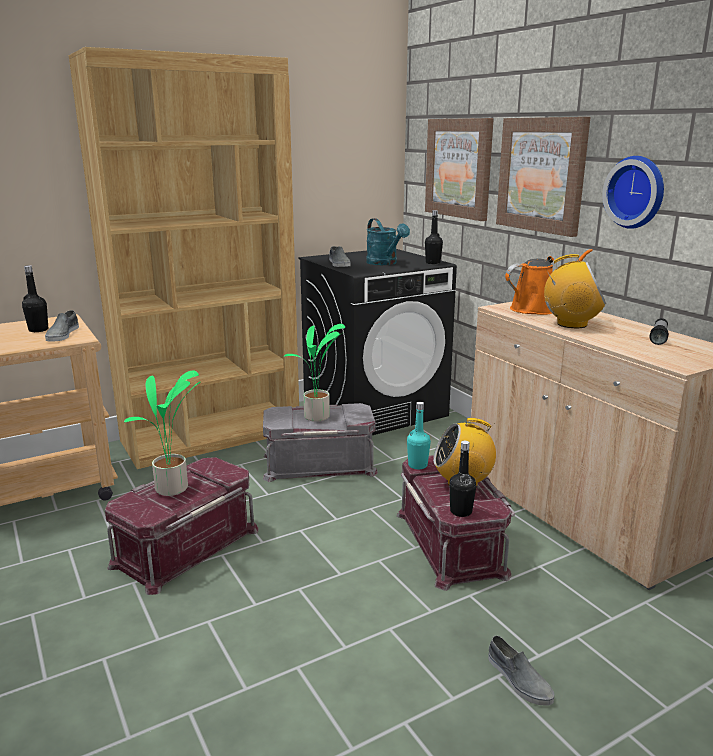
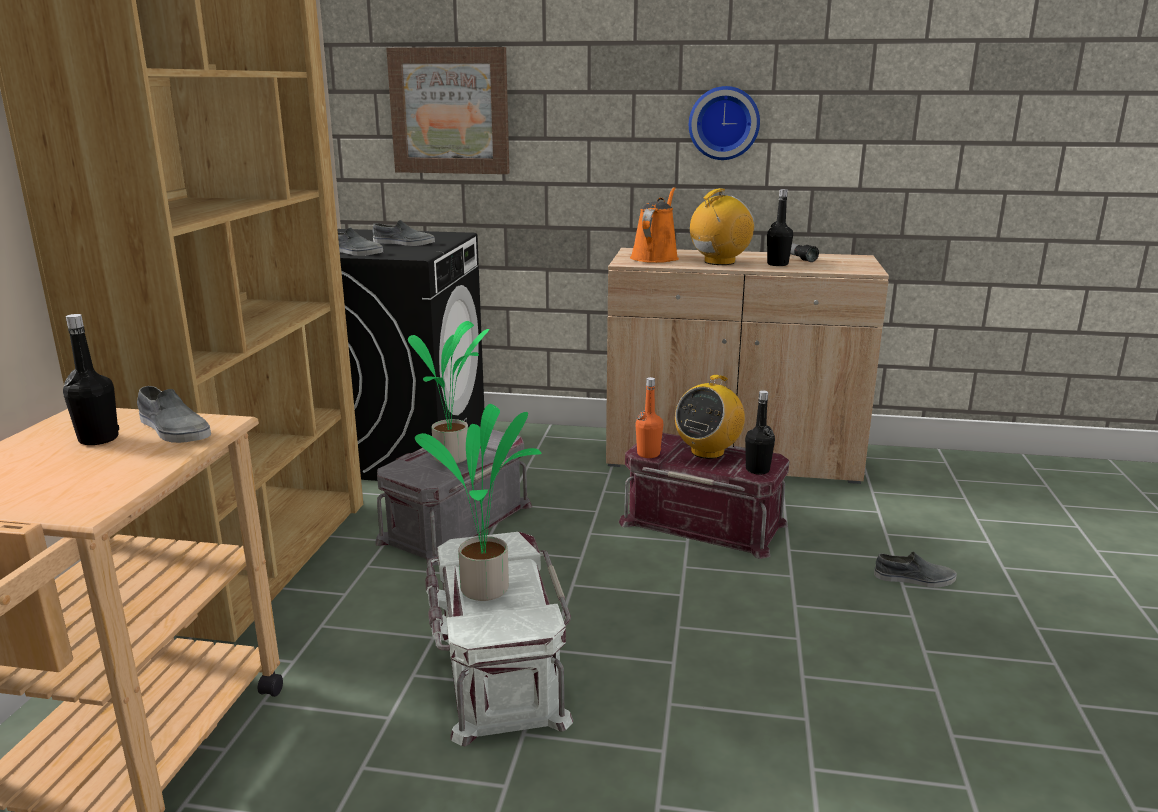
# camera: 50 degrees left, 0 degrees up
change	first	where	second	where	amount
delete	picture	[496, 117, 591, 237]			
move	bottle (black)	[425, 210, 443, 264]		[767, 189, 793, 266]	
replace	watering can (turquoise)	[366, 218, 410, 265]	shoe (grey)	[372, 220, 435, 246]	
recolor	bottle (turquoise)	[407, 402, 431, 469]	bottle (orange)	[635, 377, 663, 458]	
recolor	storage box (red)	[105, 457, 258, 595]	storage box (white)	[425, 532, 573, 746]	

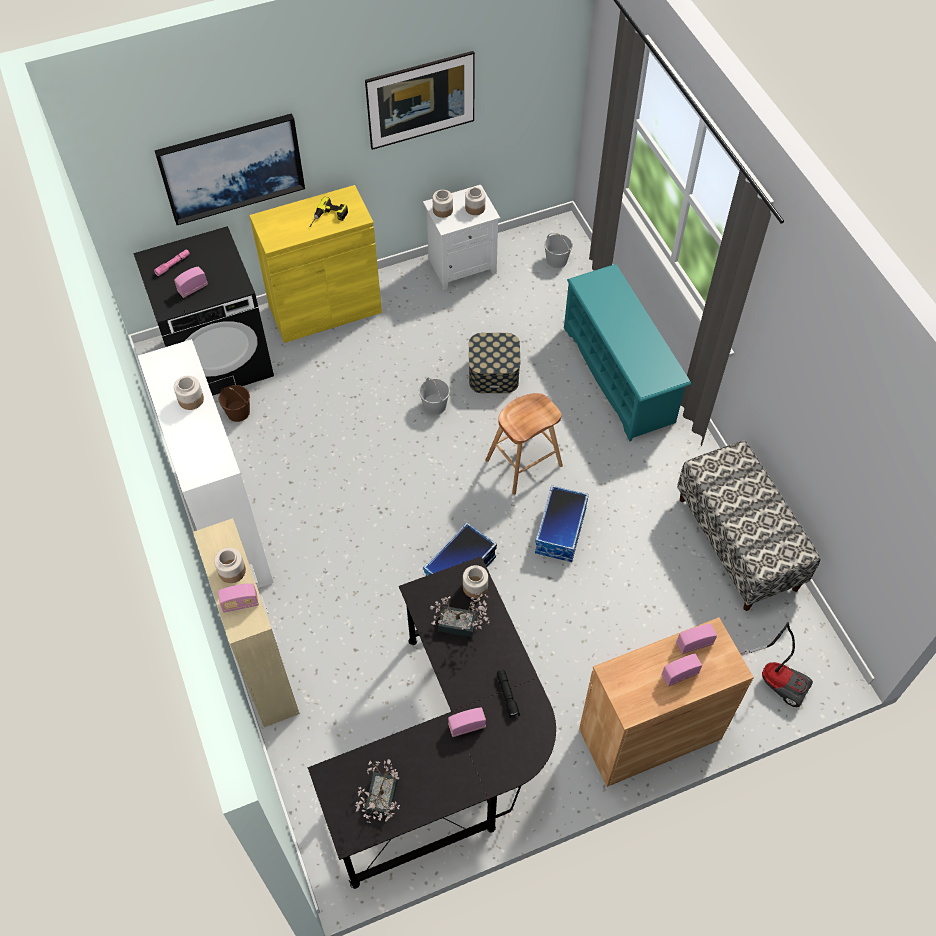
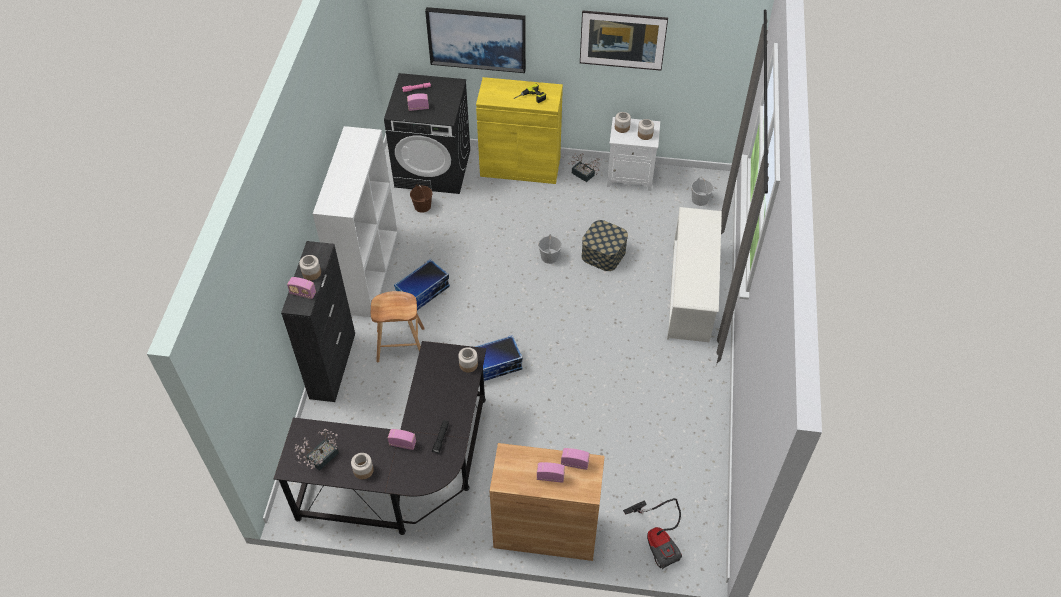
# camera: 30 degrees right, 5 degrees down
change	first	where	second	where	amount
recolor	shoe rack (turquoise)	[564, 264, 691, 441]	shoe rack (white)	[667, 207, 722, 342]	
move	jar	[174, 376, 204, 410]		[351, 453, 374, 479]	
move	stool (brown)	[485, 393, 563, 495]		[371, 291, 425, 363]	
delete	bench	[677, 441, 820, 611]			
move	storage box	[535, 485, 589, 562]		[394, 259, 450, 310]	
recolor	cabinet (beige)	[193, 518, 300, 727]	cabinet (black)	[281, 241, 355, 402]	
move	potted plant	[430, 593, 490, 637]		[568, 153, 602, 182]	

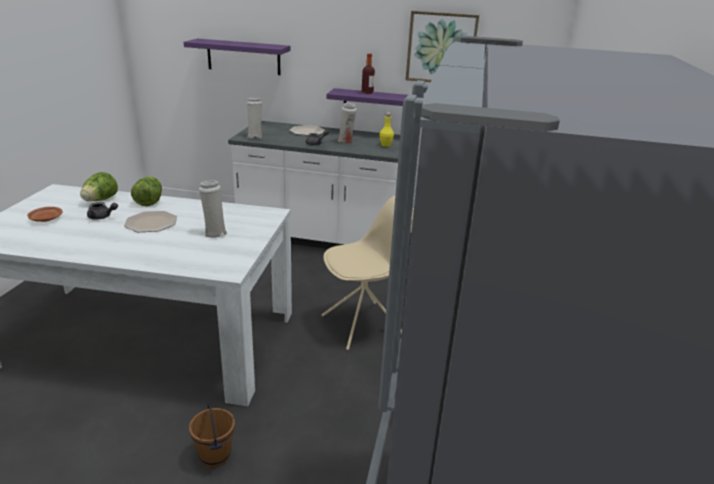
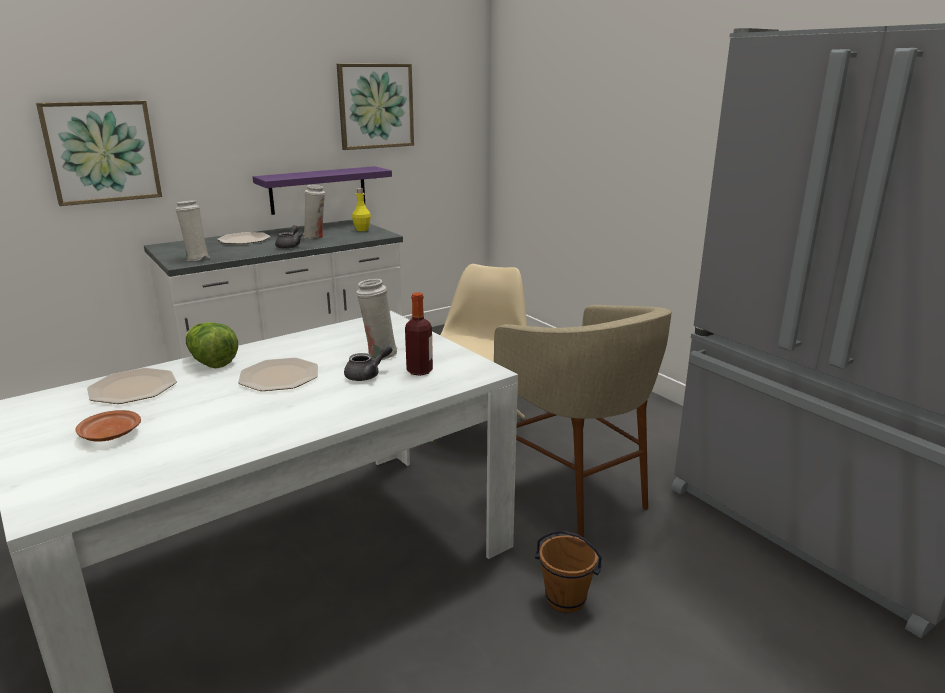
# camera: 45 degrees left, 5 degrees down
change	first	where	second	where	amount
replace	shelf (purple)	[184, 39, 290, 75]	picture	[36, 100, 162, 206]	
move	bottle	[362, 54, 375, 94]		[405, 292, 433, 376]	
replace	lettuce	[80, 172, 118, 201]	plate	[87, 368, 177, 404]	
move	teapot (grey)	[87, 202, 118, 220]		[344, 344, 392, 381]	
insert			stool (beige)	[494, 305, 672, 537]	

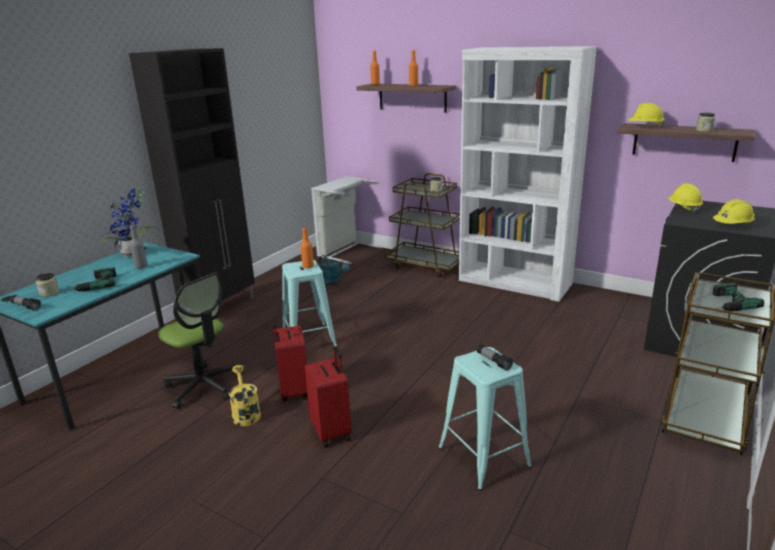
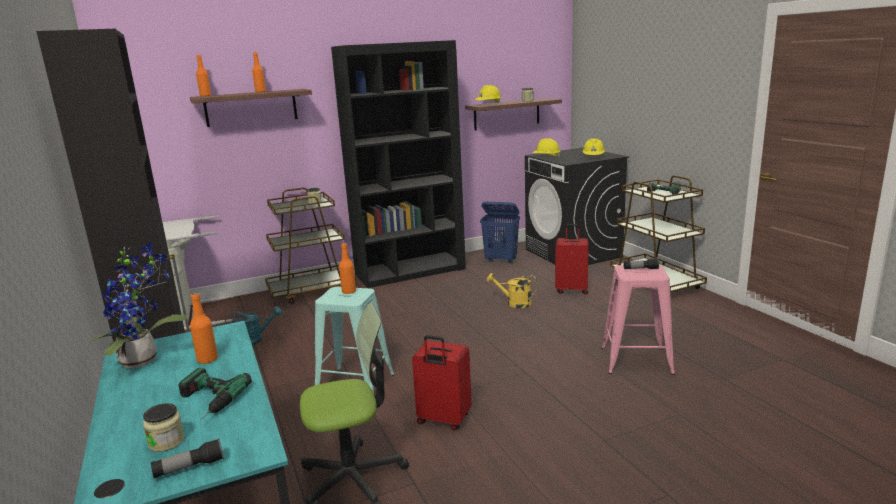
# camera: 55 degrees left, 5 degrees down
change	first	where	second	where	amount
recolor	bookcase (white)	[459, 46, 597, 302]	bookcase (black)	[331, 40, 466, 288]	
recolor	bottle (grey)	[130, 225, 148, 269]	bottle (orange)	[190, 293, 218, 364]	
move	suitcase (red)	[304, 346, 352, 448]		[555, 224, 589, 295]	
recolor	stool (turquoise)	[438, 347, 532, 491]	stool (pink)	[602, 265, 675, 375]	
move	watering can (yellow)	[229, 365, 261, 426]		[487, 273, 538, 308]	
insert			laundry basket (blue)	[480, 202, 520, 264]	

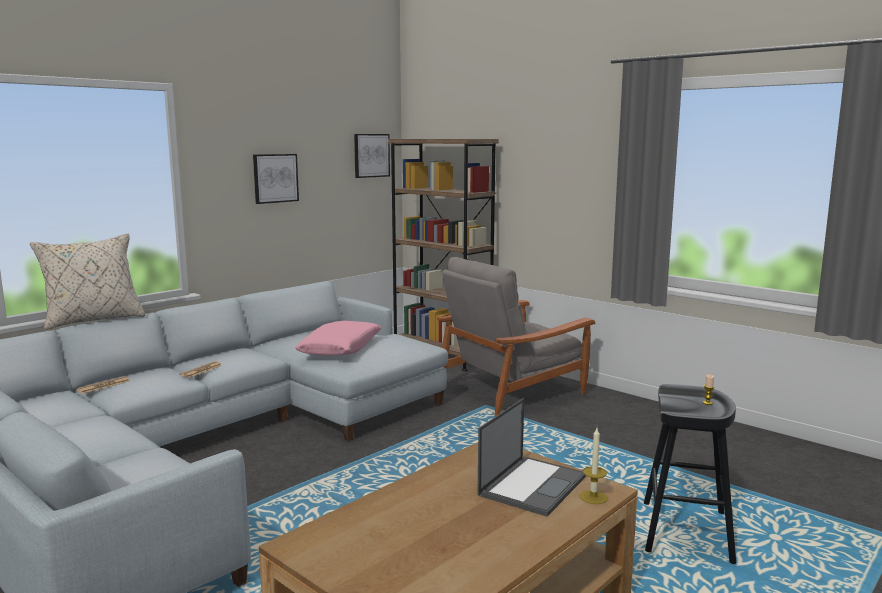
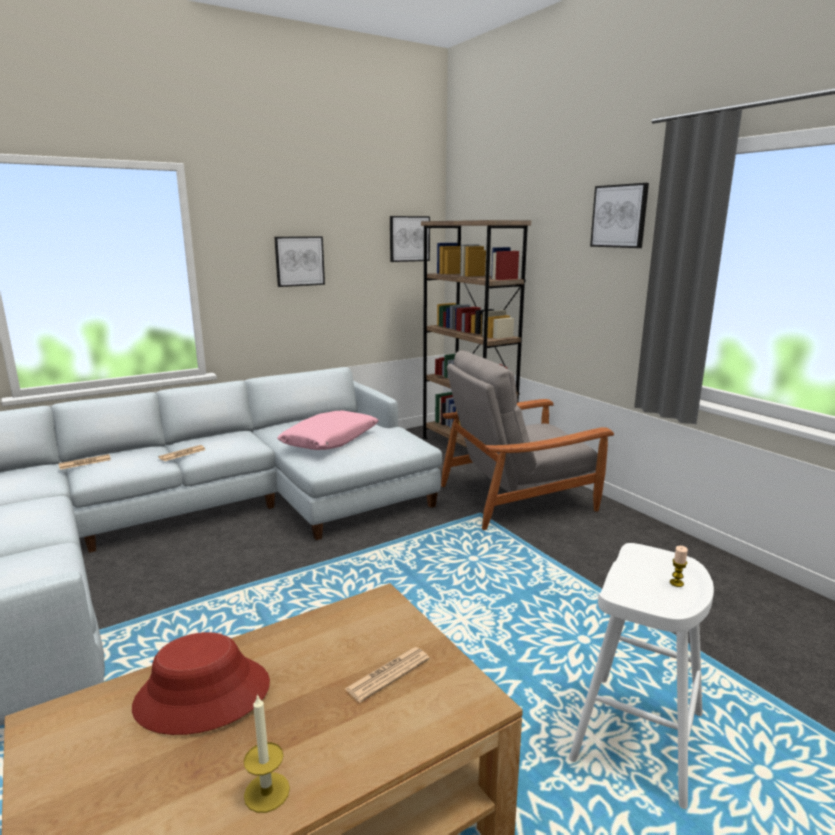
# camera: 15 degrees right, 5 degrees up
change	first	where	second	where	amount
delete	pillow (beige)	[30, 234, 146, 330]			
recolor	stool (black)	[644, 384, 736, 564]	stool (white)	[569, 543, 714, 809]	
replace	laptop	[478, 398, 586, 517]	newspaper	[345, 647, 430, 703]	
move	candle	[579, 428, 608, 504]		[244, 694, 290, 813]	
insert			picture	[590, 183, 649, 248]	
insert			hat (red)	[132, 632, 270, 735]	

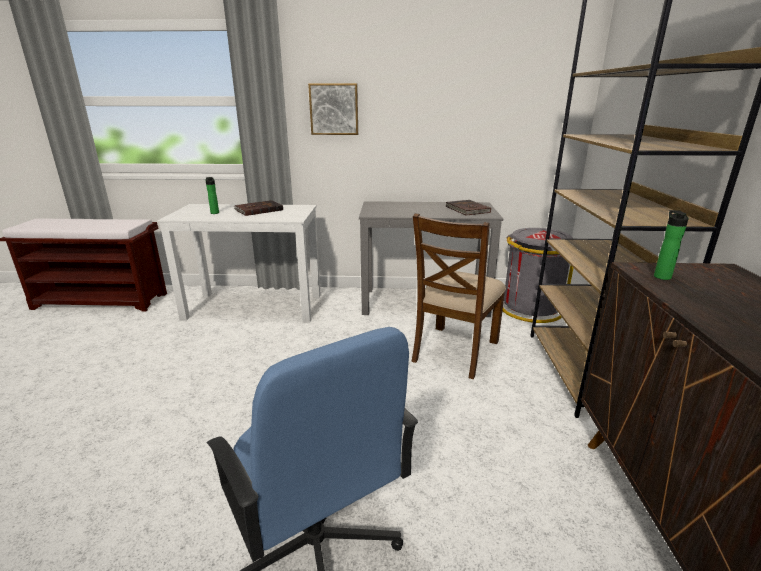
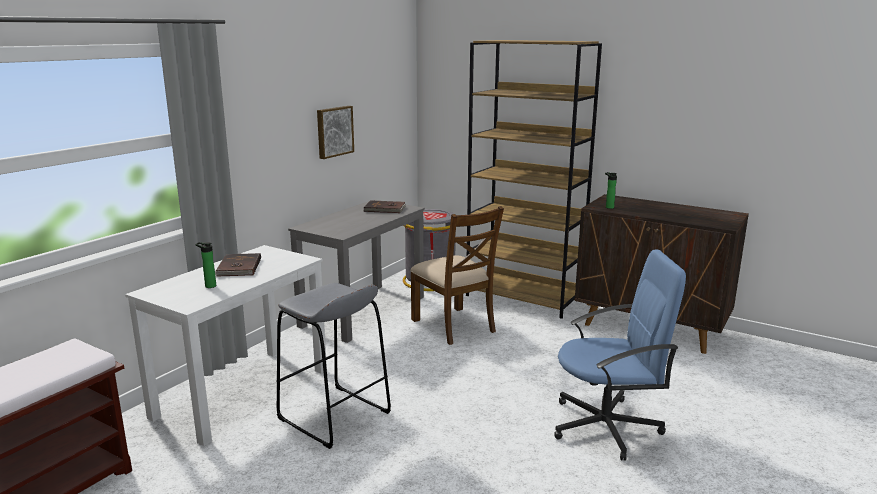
# camera: 60 degrees left, 5 degrees down
change	first	where	second	where	amount
move	picture	[308, 83, 358, 135]		[317, 106, 354, 159]	
insert			stool (grey)	[276, 283, 391, 449]	

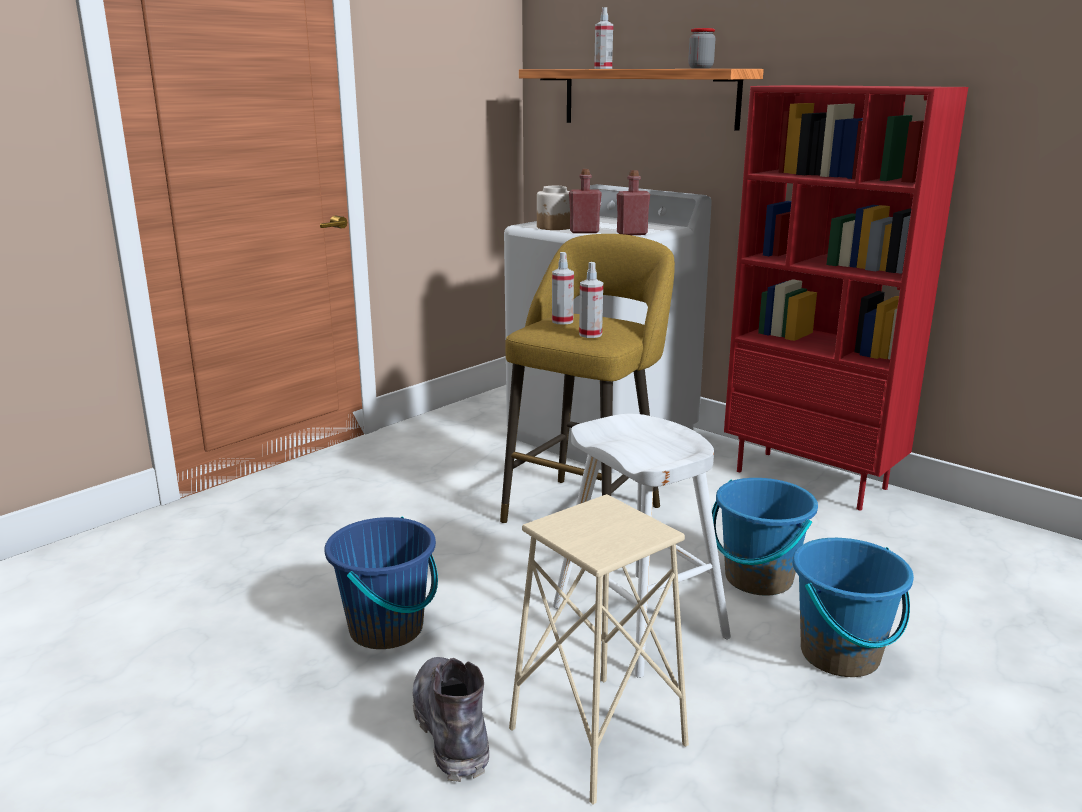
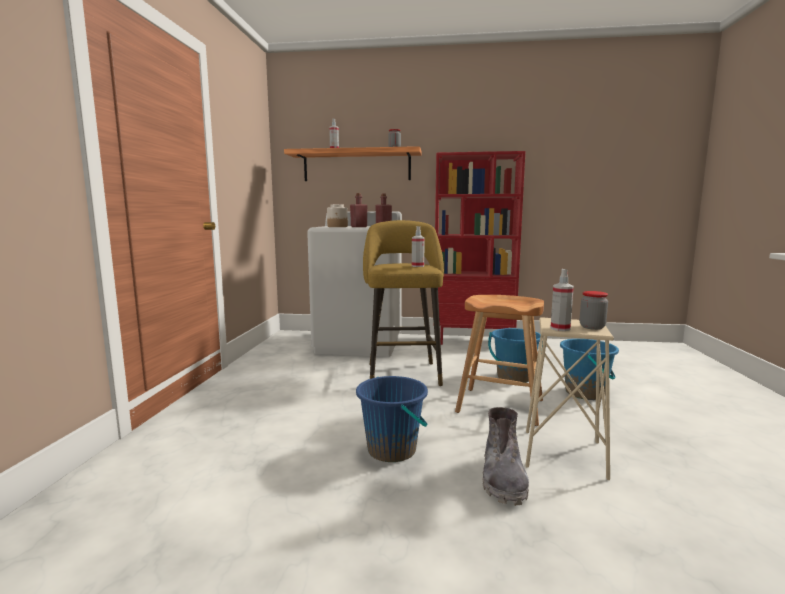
# camera: 35 degrees left, 10 degrees down
change	first	where	second	where	amount
move	spray bottle	[552, 252, 574, 325]		[550, 269, 574, 331]	
recolor	stool (white)	[553, 414, 731, 678]	stool (brown)	[455, 295, 544, 426]	
rotate	boot (grey)	[412, 657, 489, 782]		[483, 407, 529, 506]	120 degrees counterclockwise
insert			jar	[580, 291, 608, 330]	

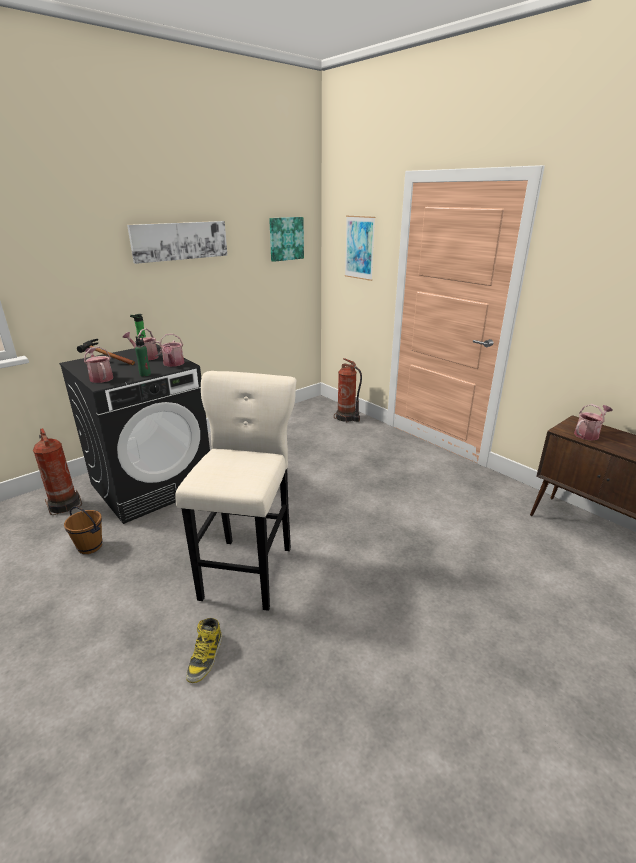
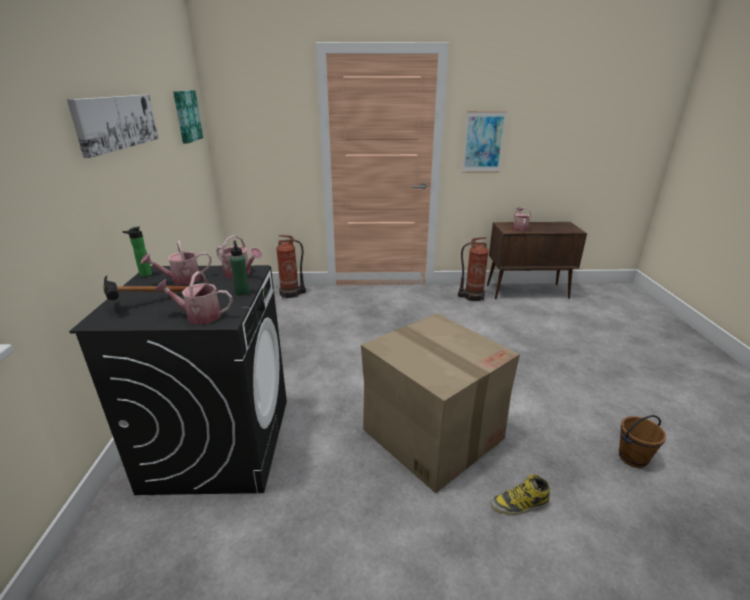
# camera: 50 degrees left, 0 degrees up
change	first	where	second	where	amount
move	picture	[345, 215, 375, 281]		[462, 111, 507, 173]	
replace	stool (beige)	[175, 371, 296, 611]	cardboard box	[361, 313, 520, 493]	
move	fire extinguisher	[33, 428, 82, 515]		[458, 237, 489, 301]	
move	bucket (brown)	[64, 506, 102, 554]		[619, 415, 666, 468]	
rotate	boot	[186, 618, 222, 683]		[491, 474, 550, 515]	120 degrees clockwise

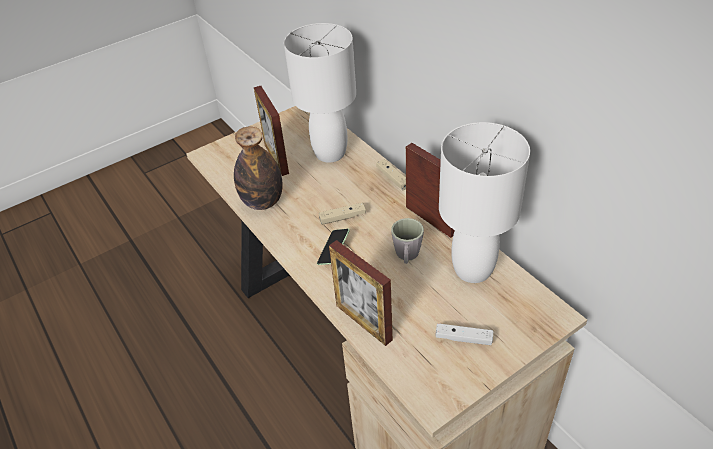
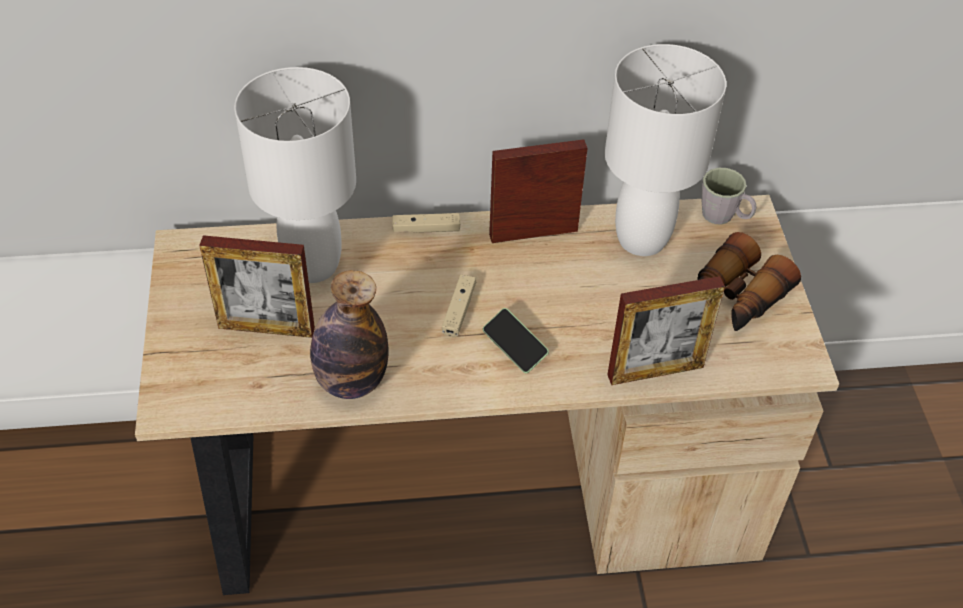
# camera: 65 degrees left, 5 degrees up
change	first	where	second	where	amount
move	mug (grey)	[391, 218, 424, 264]		[702, 168, 756, 225]	
replace	game controller (white)	[436, 323, 493, 345]	binoculars	[697, 232, 801, 331]	

